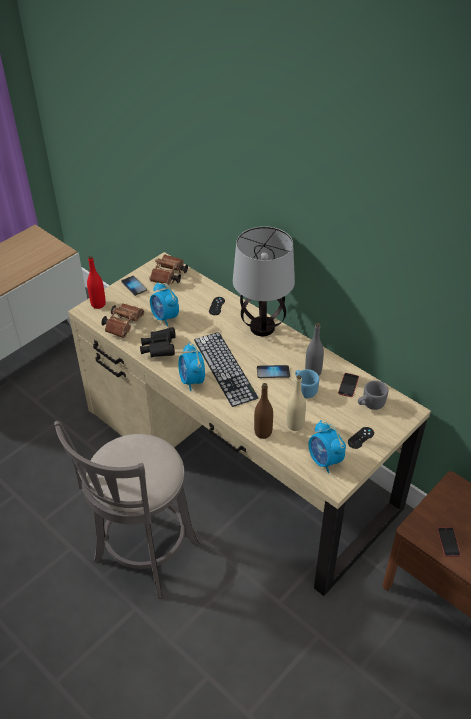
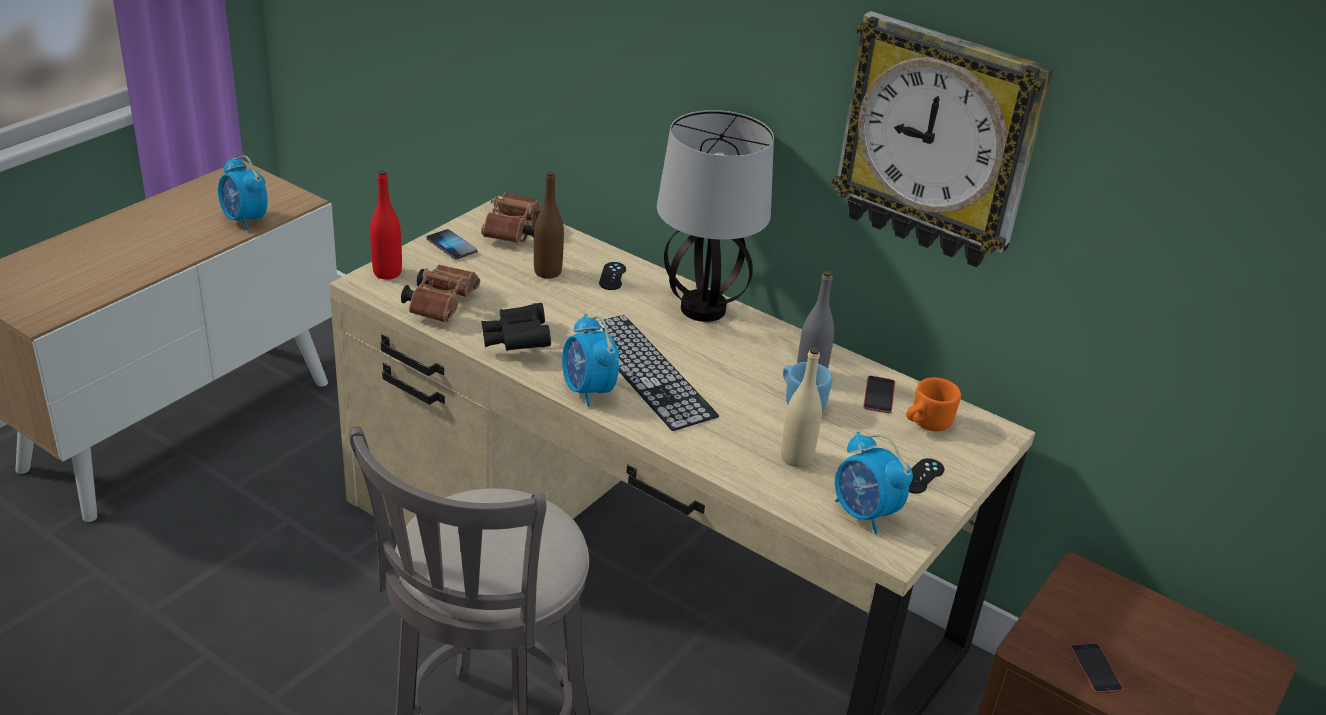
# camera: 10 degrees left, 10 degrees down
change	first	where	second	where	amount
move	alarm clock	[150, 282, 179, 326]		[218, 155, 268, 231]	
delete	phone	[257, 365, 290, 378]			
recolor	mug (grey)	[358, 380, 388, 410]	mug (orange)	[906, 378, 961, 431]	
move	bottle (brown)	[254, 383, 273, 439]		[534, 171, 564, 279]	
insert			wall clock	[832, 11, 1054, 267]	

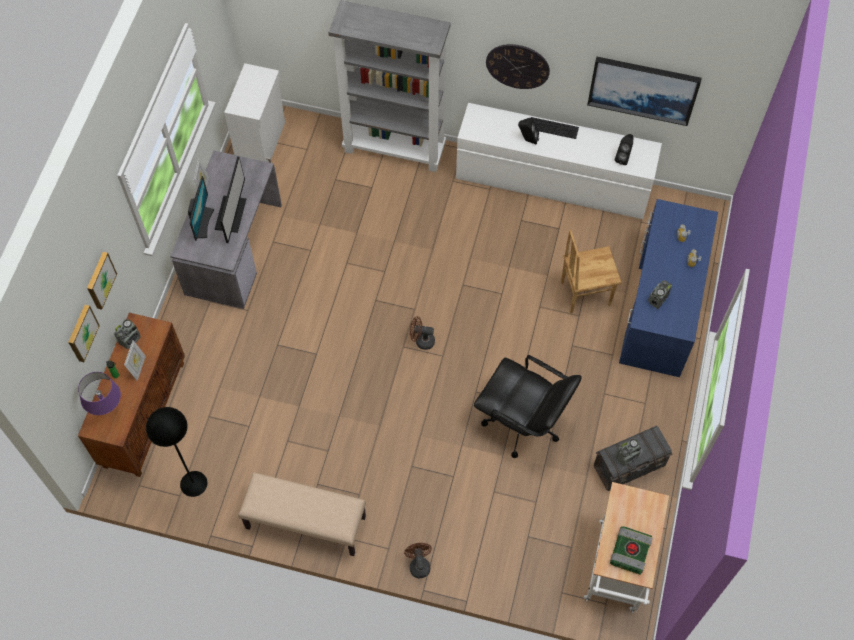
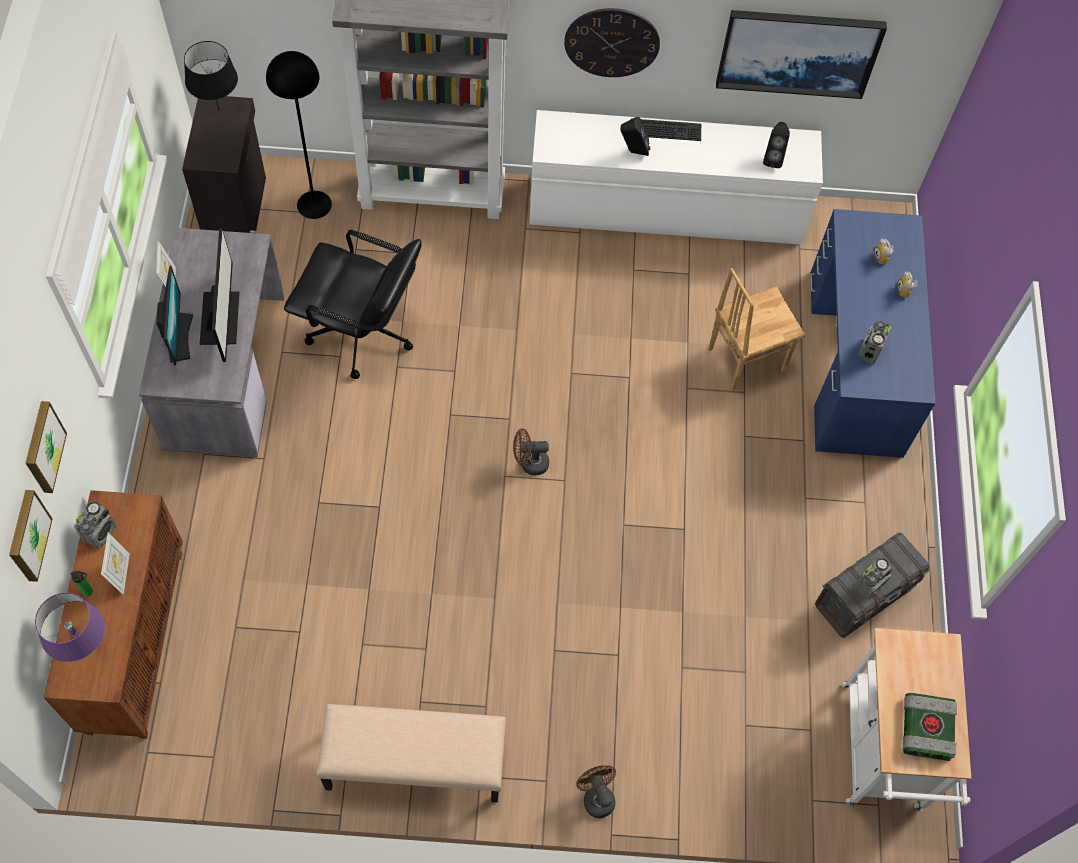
# camera: 15 degrees left, 0 degrees up
change	first	where	second	where	amount
recolor	cabinet (white)	[224, 63, 285, 163]	cabinet (black)	[182, 96, 266, 233]	
move	office chair (black)	[474, 355, 582, 458]		[284, 230, 422, 379]	
move	floor lamp (black)	[146, 407, 207, 497]		[266, 51, 332, 219]	
insert			table lamp (black)	[184, 41, 238, 110]	

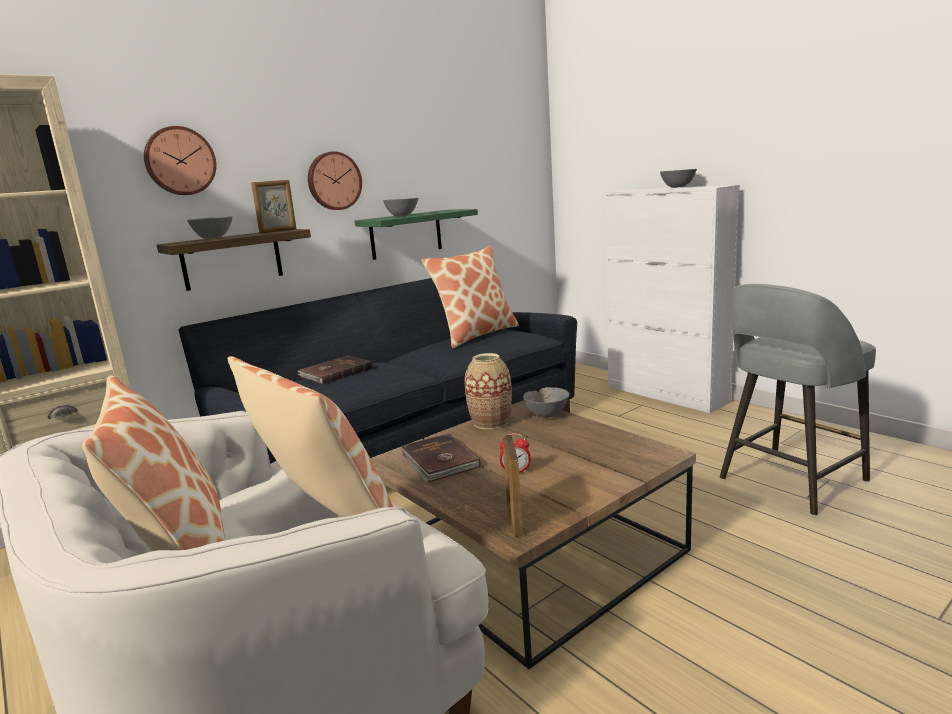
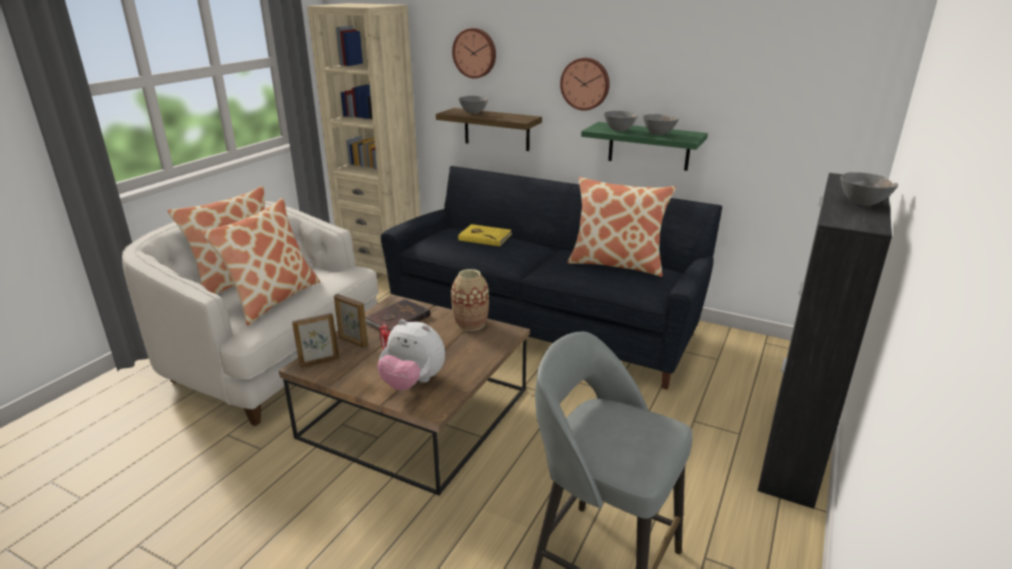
# camera: 65 degrees right, 10 degrees up
change	first	where	second	where	amount
move	picture frame	[251, 180, 296, 233]		[334, 294, 368, 348]	
recolor	cabinet (white)	[605, 185, 740, 413]	cabinet (black)	[758, 173, 892, 509]	
recolor	book (brown)	[297, 355, 372, 384]	book (yellow)	[458, 224, 512, 246]	
move	bowl (grey)	[523, 387, 569, 418]		[643, 114, 679, 135]	
insert			plush toy	[377, 319, 445, 391]	

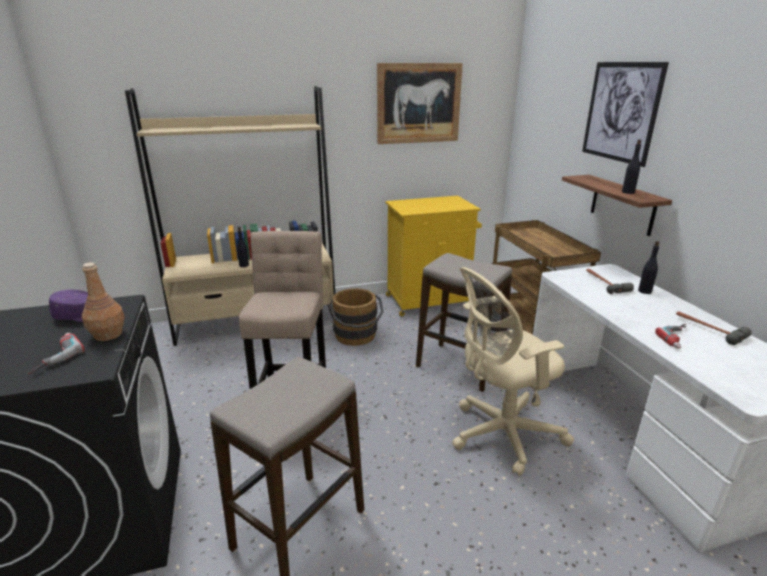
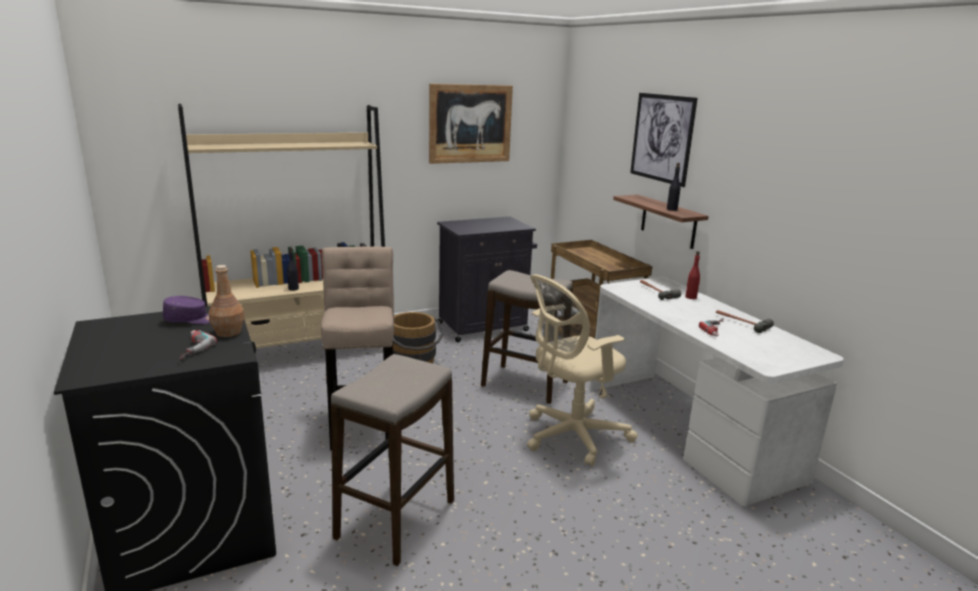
# camera: 10 degrees left, 5 degrees down
change	first	where	second	where	amount
recolor	cabinet (yellow)	[385, 196, 482, 316]	cabinet (black)	[437, 217, 537, 342]	
recolor	bottle (black)	[638, 241, 660, 294]	bottle (red)	[685, 251, 700, 299]	

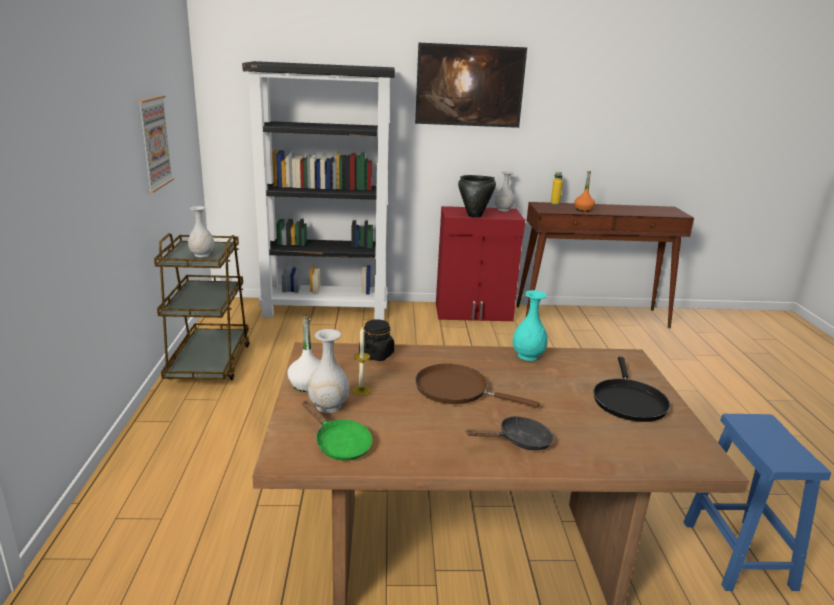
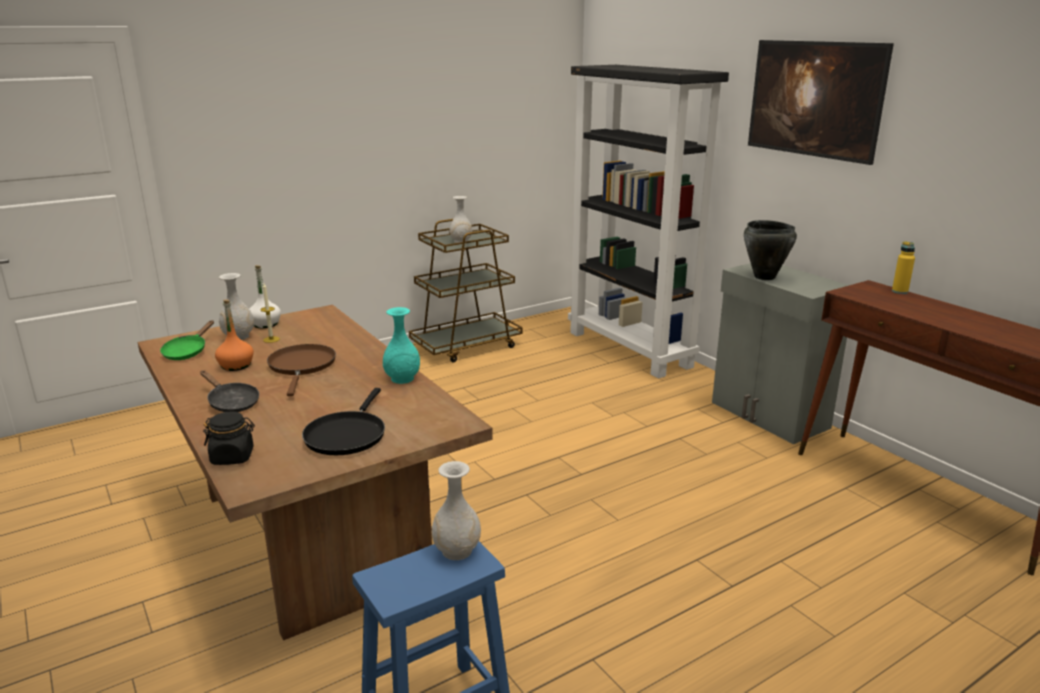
# camera: 60 degrees right, 0 degrees up
change	first	where	second	where	amount
delete	picture	[137, 95, 174, 193]			
move	vase (white)	[495, 171, 514, 212]		[432, 461, 481, 560]	
move	bottle (orange)	[574, 171, 595, 212]		[215, 299, 254, 371]	
recolor	cabinet (red)	[436, 206, 525, 321]	cabinet (grey)	[712, 263, 849, 444]	
move	jar (black)	[359, 319, 394, 361]		[203, 411, 255, 465]	
rotate	frying pan (black)	[593, 357, 670, 422]		[302, 388, 385, 455]	60 degrees counterclockwise

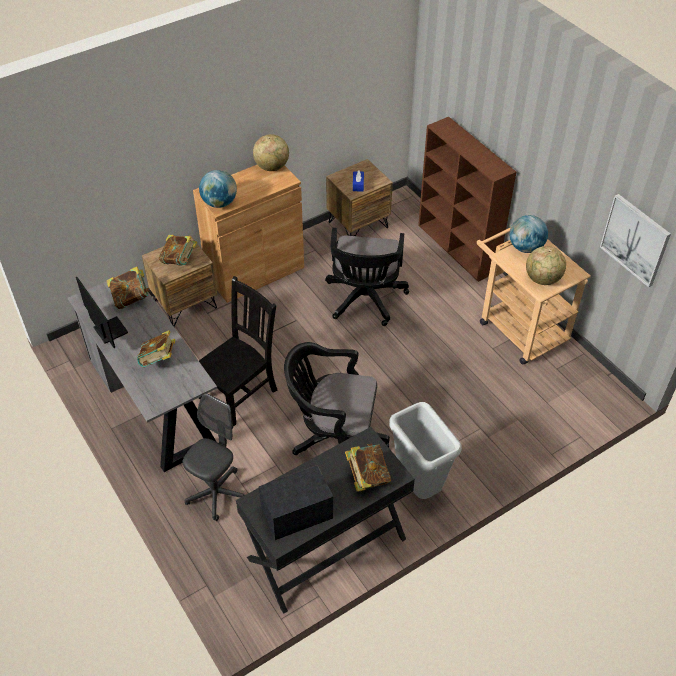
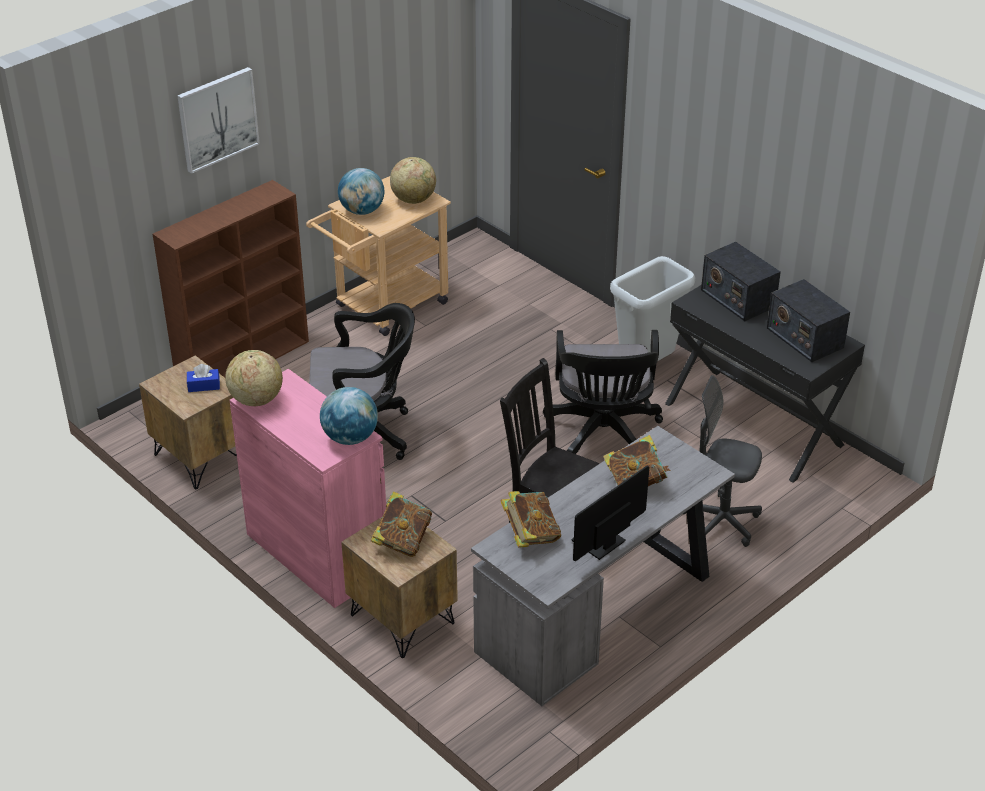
# camera: 100 degrees left, 10 degrees down
change	first	where	second	where	amount
recolor	cabinet (brown)	[193, 165, 304, 303]	cabinet (pink)	[230, 369, 386, 608]	
move	picture	[600, 194, 671, 287]		[177, 67, 260, 174]	
replace	book	[345, 444, 391, 492]	radio	[701, 242, 781, 321]	

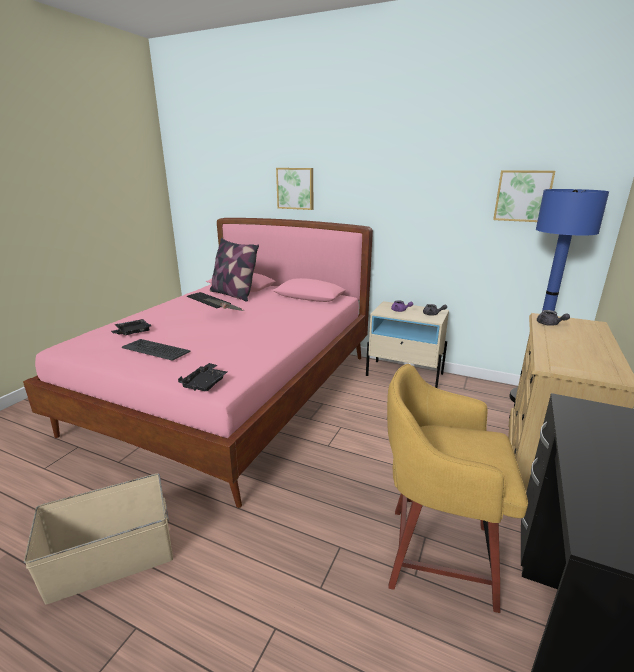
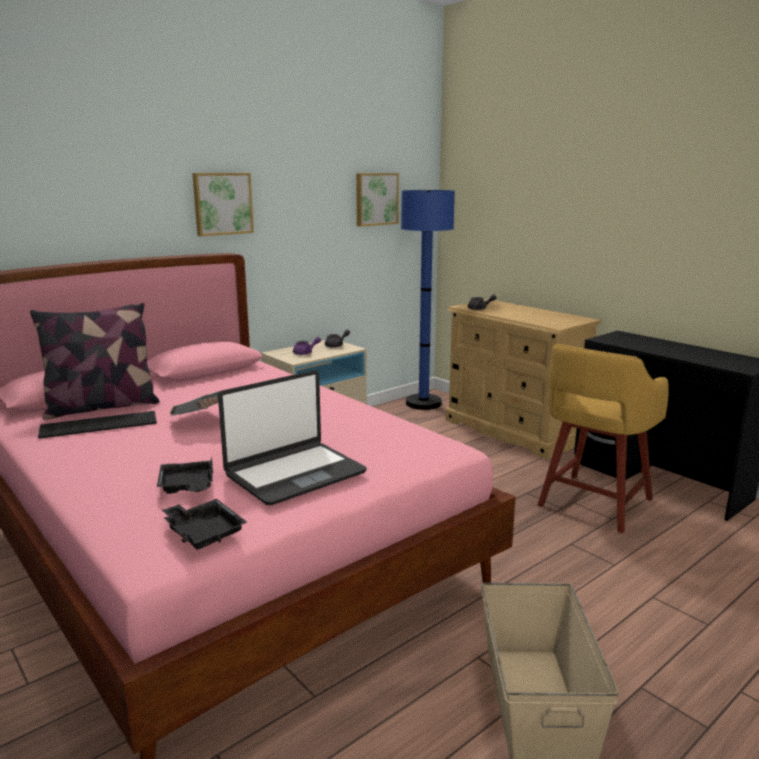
# camera: 65 degrees left, 5 degrees down
change	first	where	second	where	amount
move	picture	[276, 168, 313, 210]		[192, 173, 254, 236]	
replace	keyboard	[122, 339, 191, 361]	laptop	[218, 370, 367, 505]	
move	tray (black)	[178, 363, 227, 391]		[162, 499, 247, 550]	

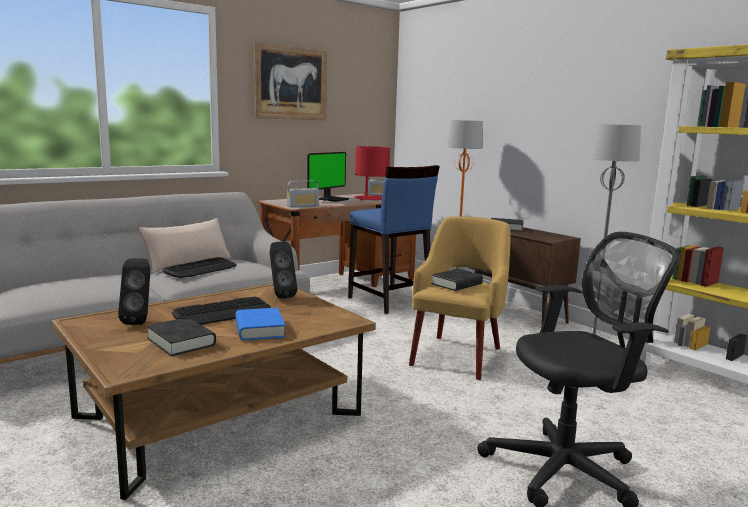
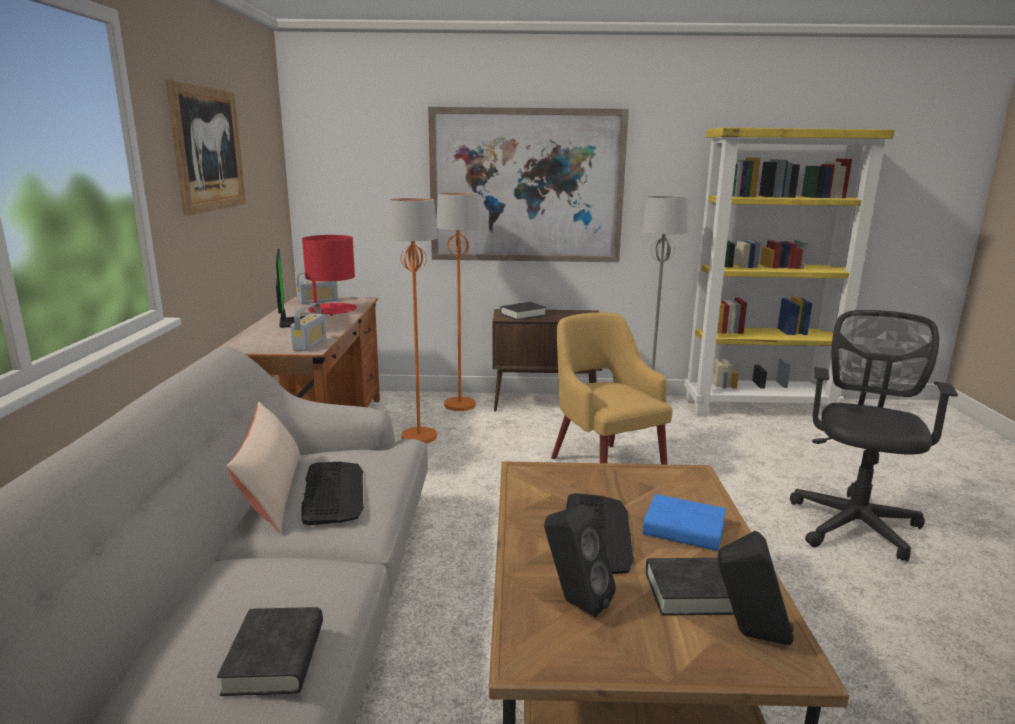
# camera: 50 degrees left, 5 degrees up
change	first	where	second	where	amount
replace	stool (blue)	[348, 165, 440, 314]	floor lamp (orange)	[388, 198, 438, 443]	
move	speaker (black)	[270, 242, 297, 299]		[718, 531, 794, 645]	
move	book (black)	[431, 269, 483, 291]		[217, 607, 323, 696]	
insert			picture	[428, 107, 629, 262]	

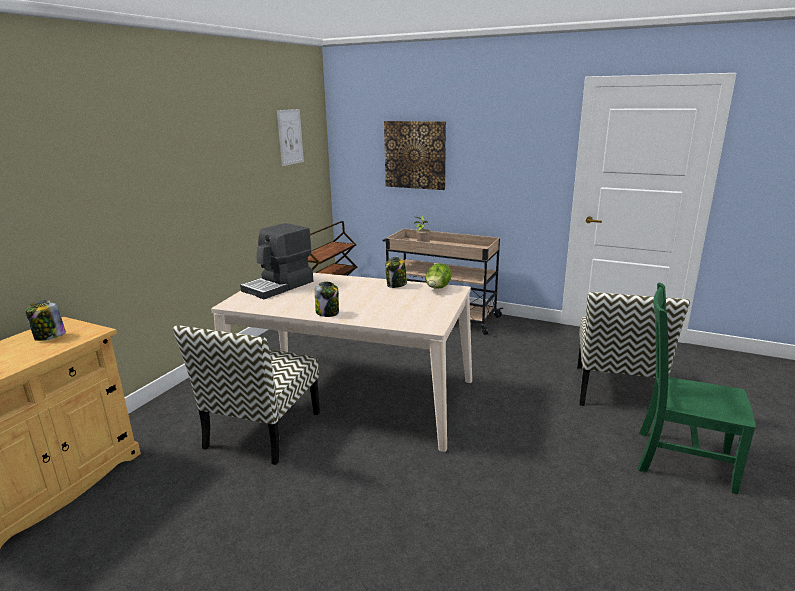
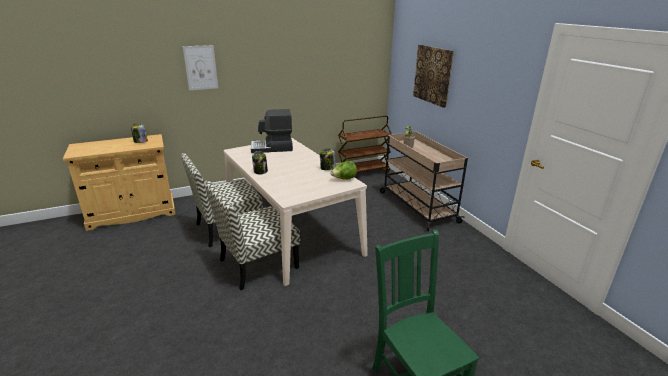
# camera: 40 degrees right, 5 degrees up
change	first	where	second	where	amount
move	picture	[277, 109, 304, 166]		[183, 45, 218, 90]	
move	chair	[577, 292, 690, 406]		[205, 181, 300, 290]	

